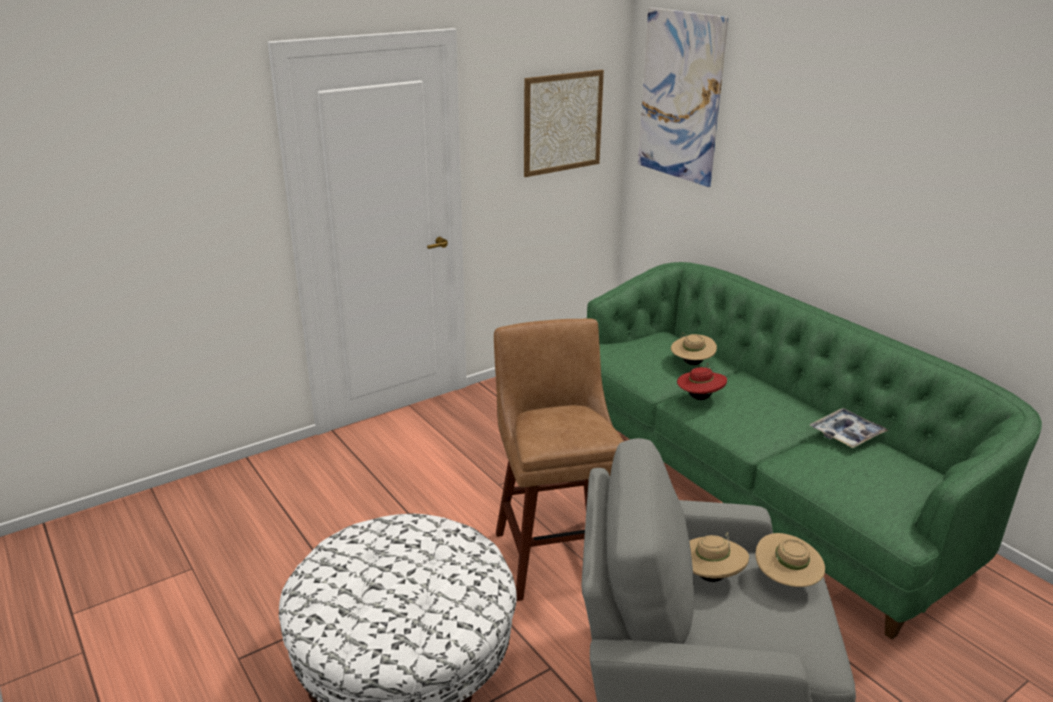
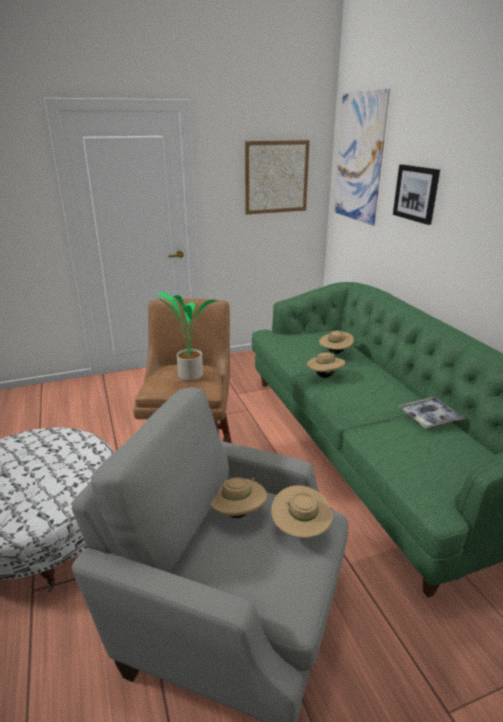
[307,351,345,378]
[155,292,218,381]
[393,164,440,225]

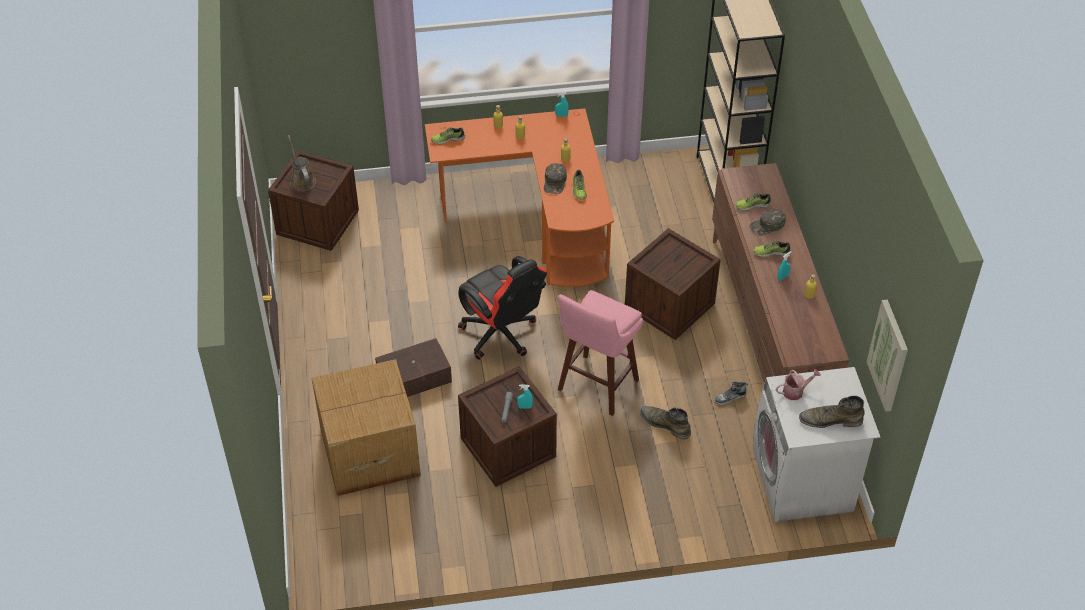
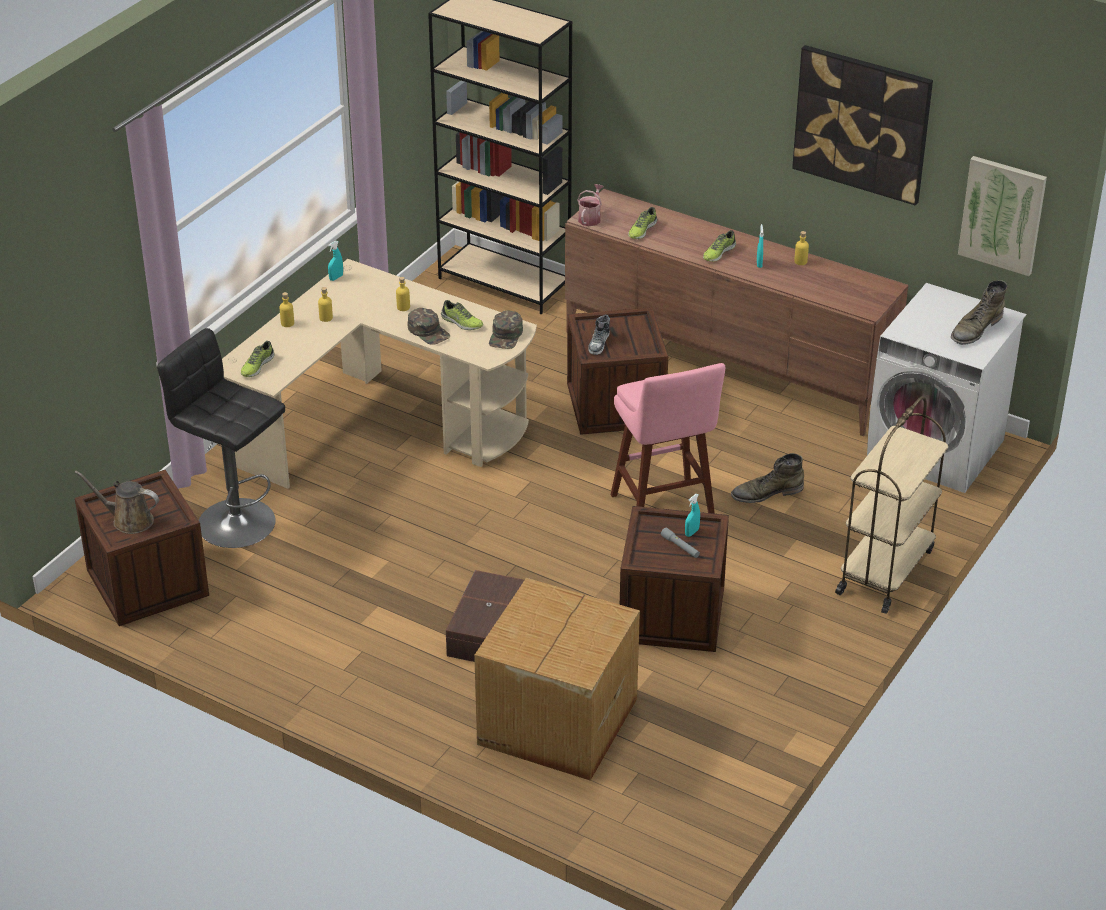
[222,259,537,489]
[458,256,547,360] (first image)
[588,315,610,355]
[489,311,523,349]
[577,184,604,226]
[157,328,285,548]
[792,45,933,205]
[835,396,949,614]

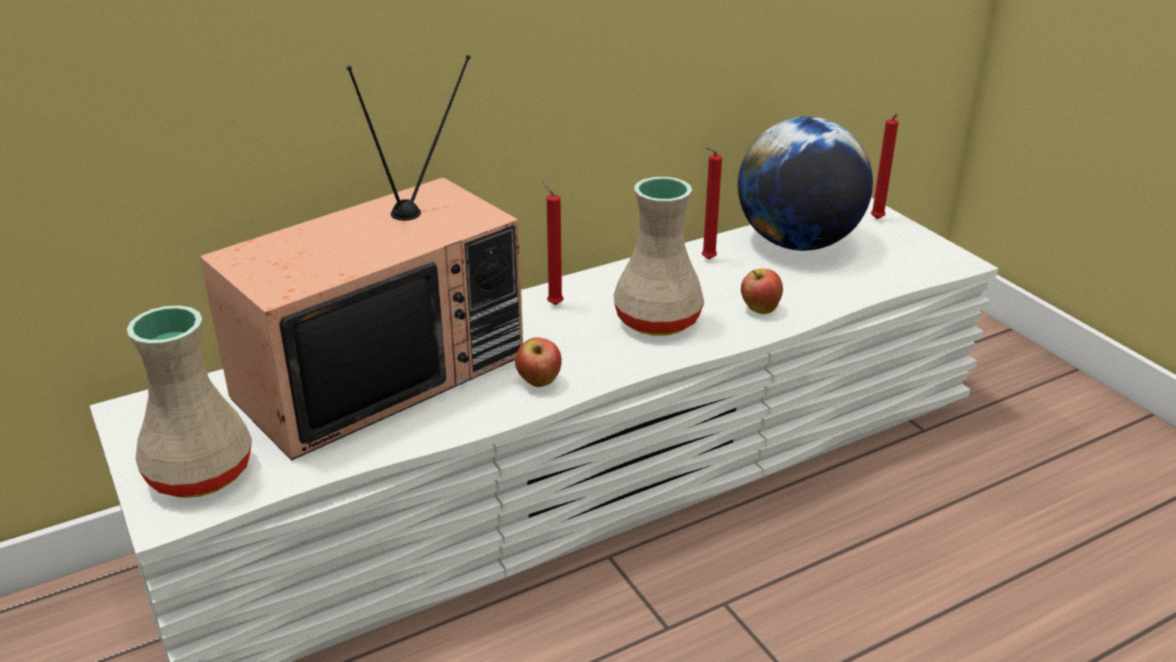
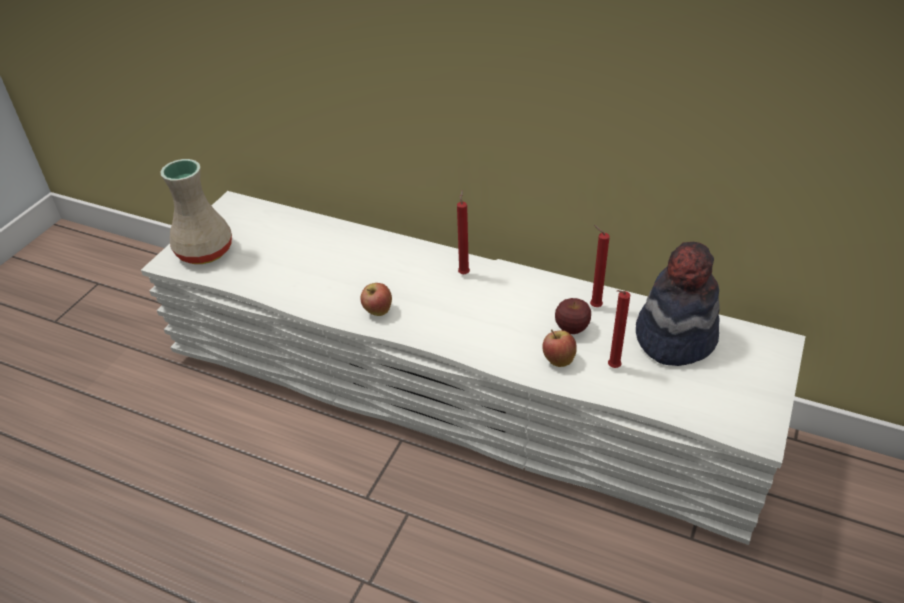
[200,55,523,460] (first image)
[614,177,704,336] (first image)
[636,242,720,366]
[608,290,630,368]
[555,298,591,334]

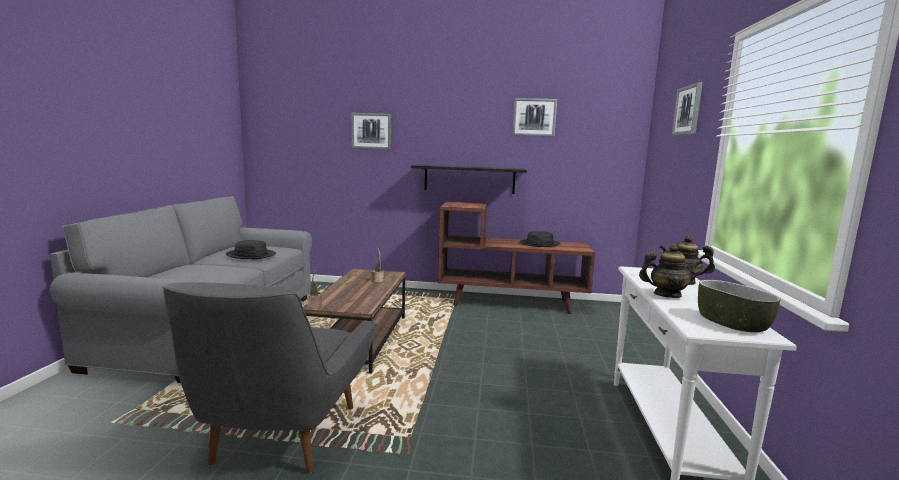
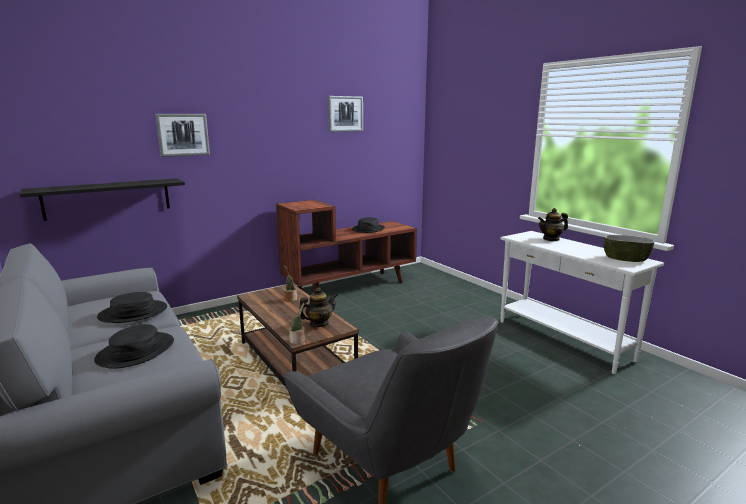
[19,178,185,221]
[298,287,338,327]
[672,82,703,136] (first image)
[94,324,174,369]

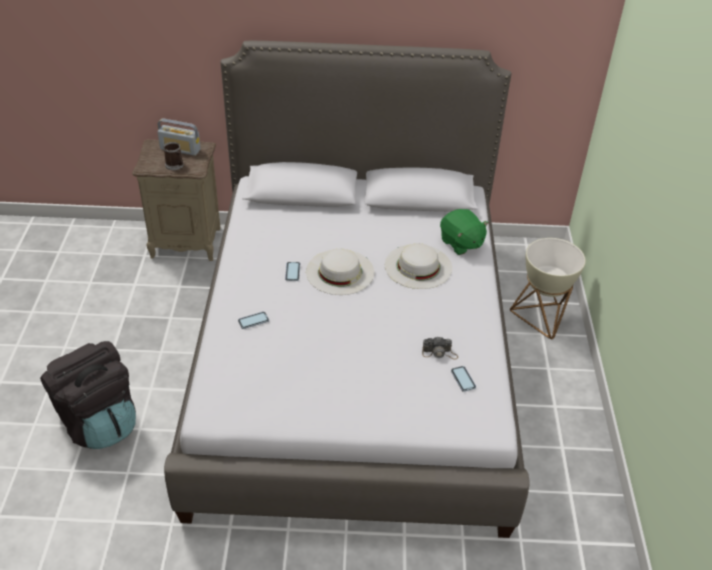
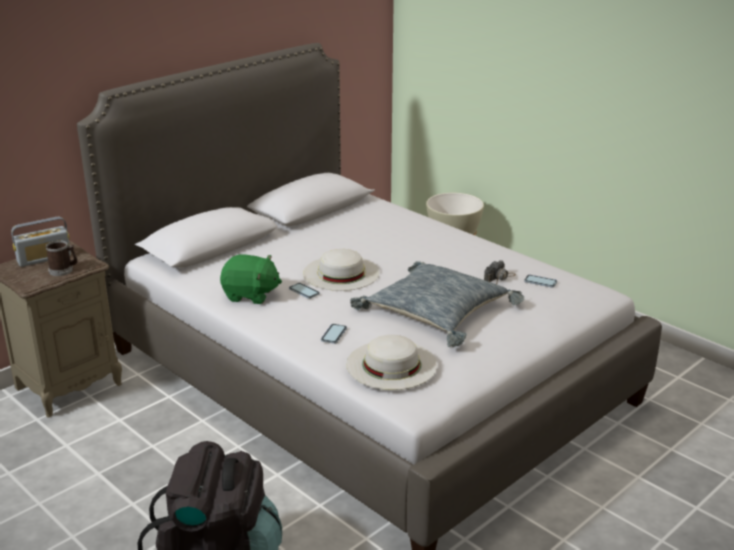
[346,335,437,390]
[220,255,282,304]
[350,261,524,348]

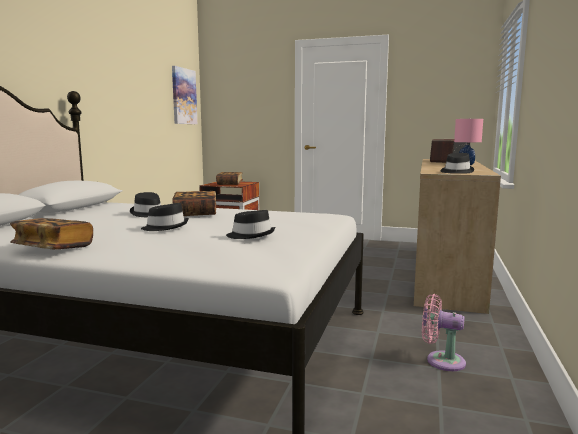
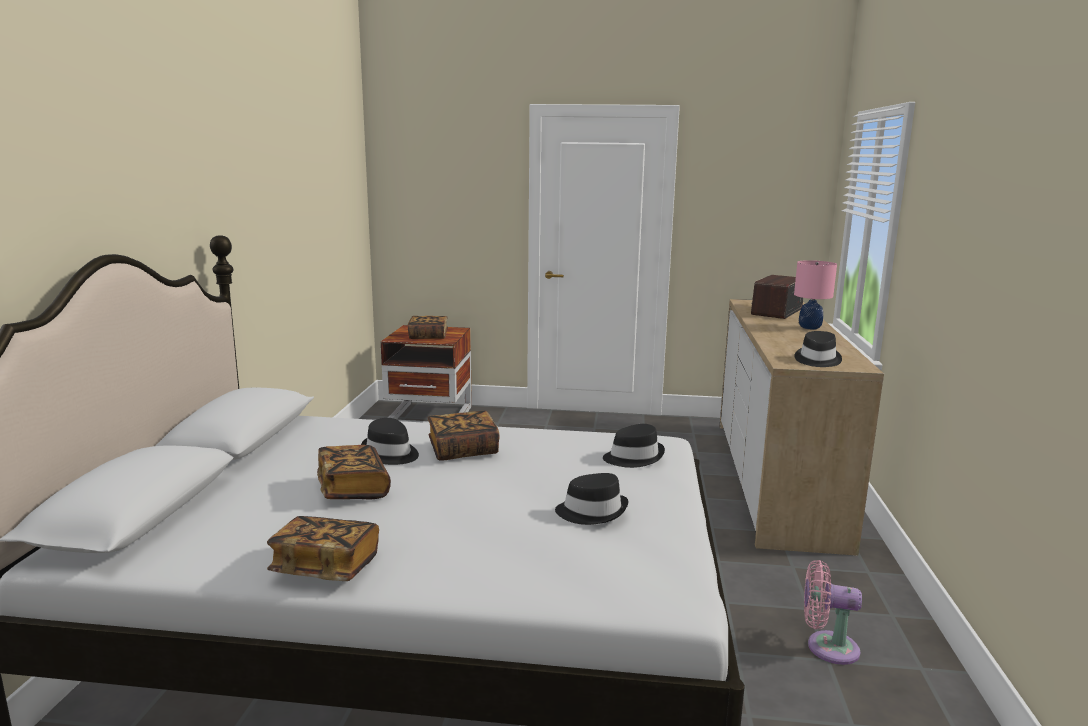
[603,424,665,468]
[172,66,197,124] (first image)
[317,445,391,500]

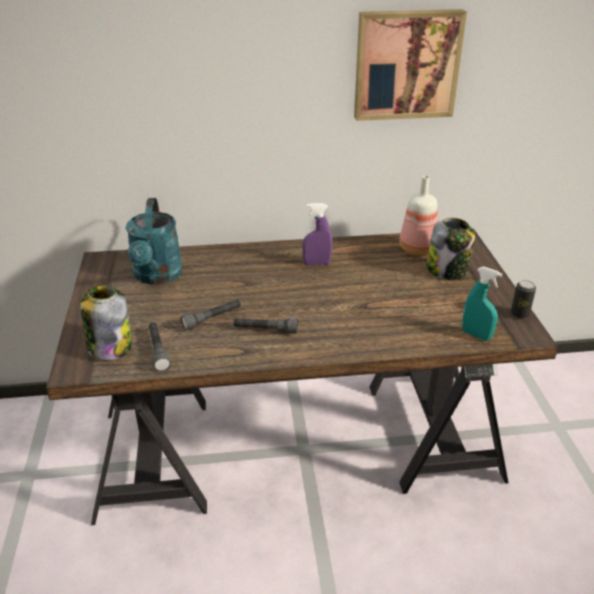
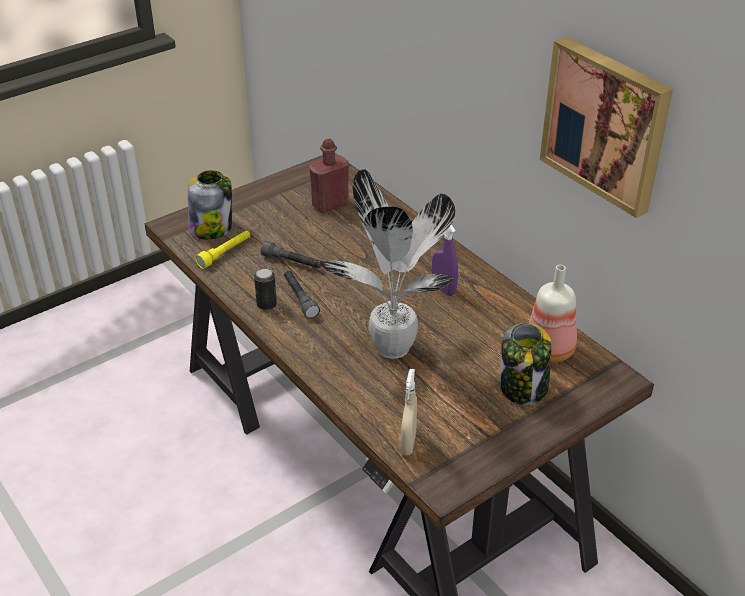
[309,139,349,213]
[195,231,250,269]
[400,369,417,456]
[254,268,277,310]
[319,169,455,359]

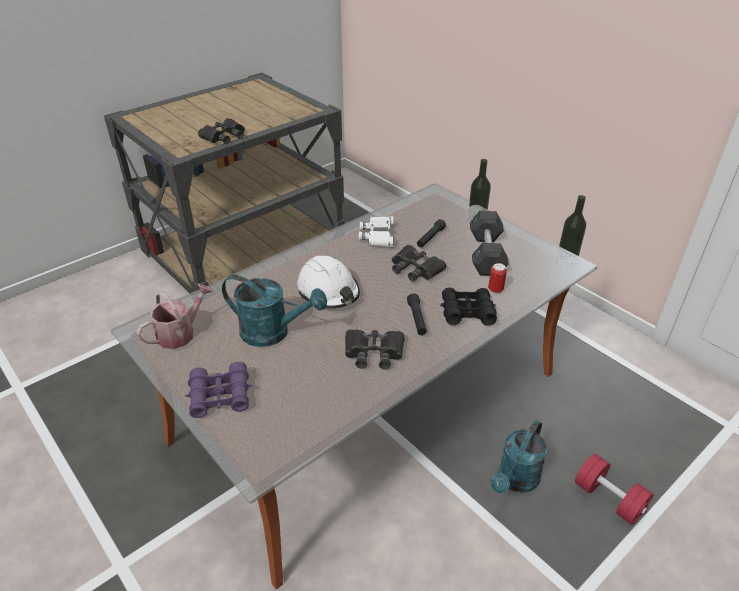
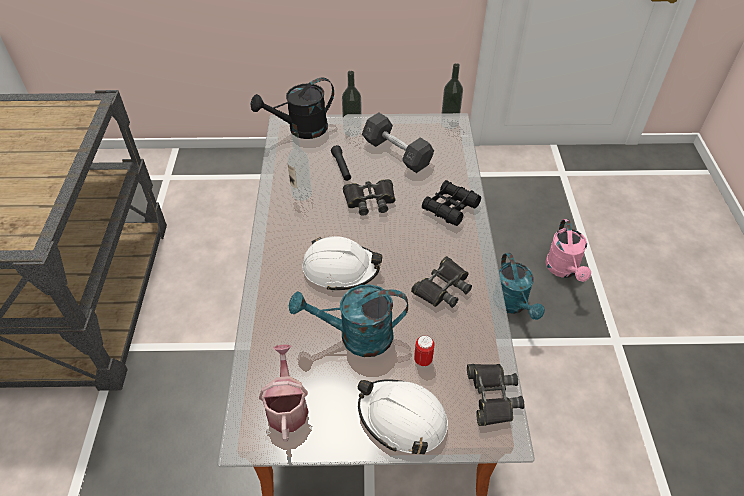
[358,379,448,455]
[467,364,524,426]
[289,284,408,357]
[287,132,312,201]
[407,294,427,335] (first image)
[414,335,434,367]
[545,219,591,282]
[251,78,334,139]

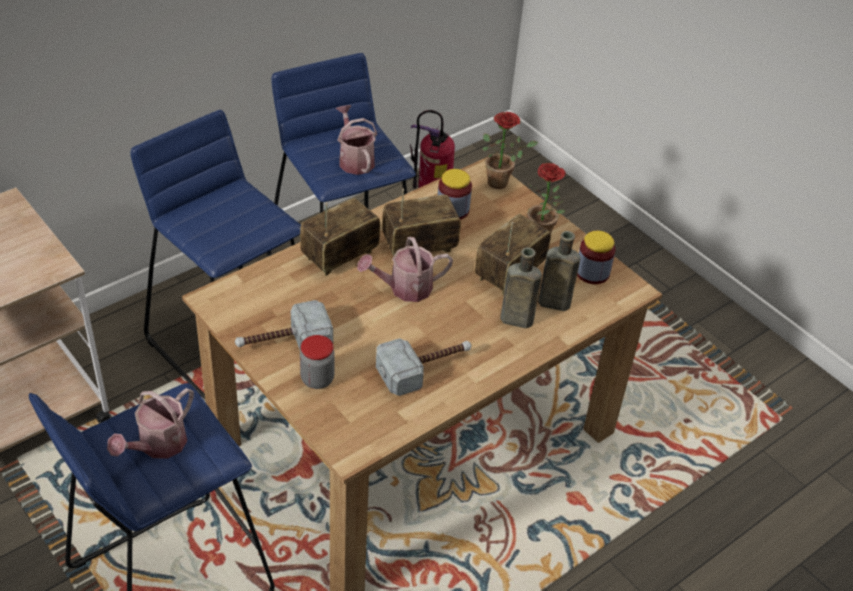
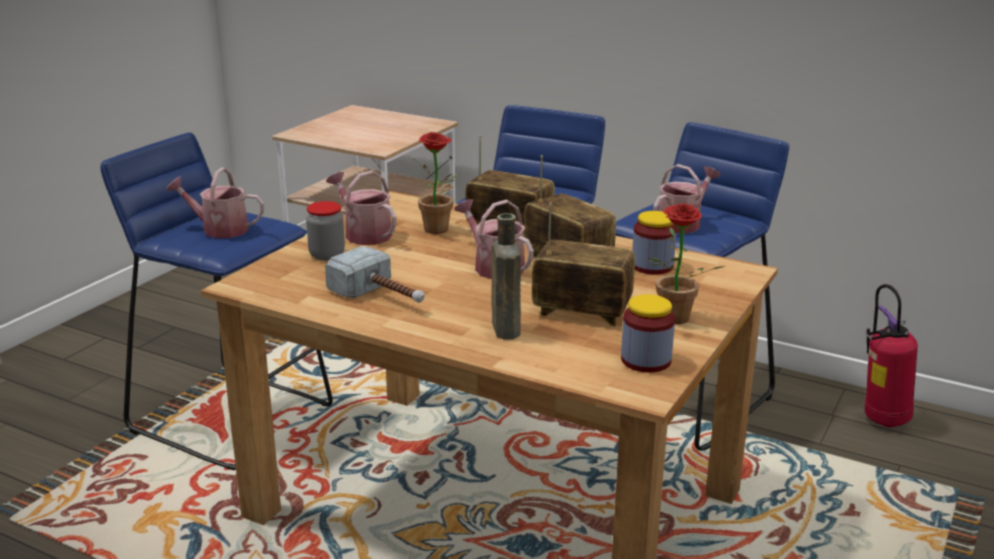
[326,170,396,245]
[414,132,458,234]
[538,231,581,311] (first image)

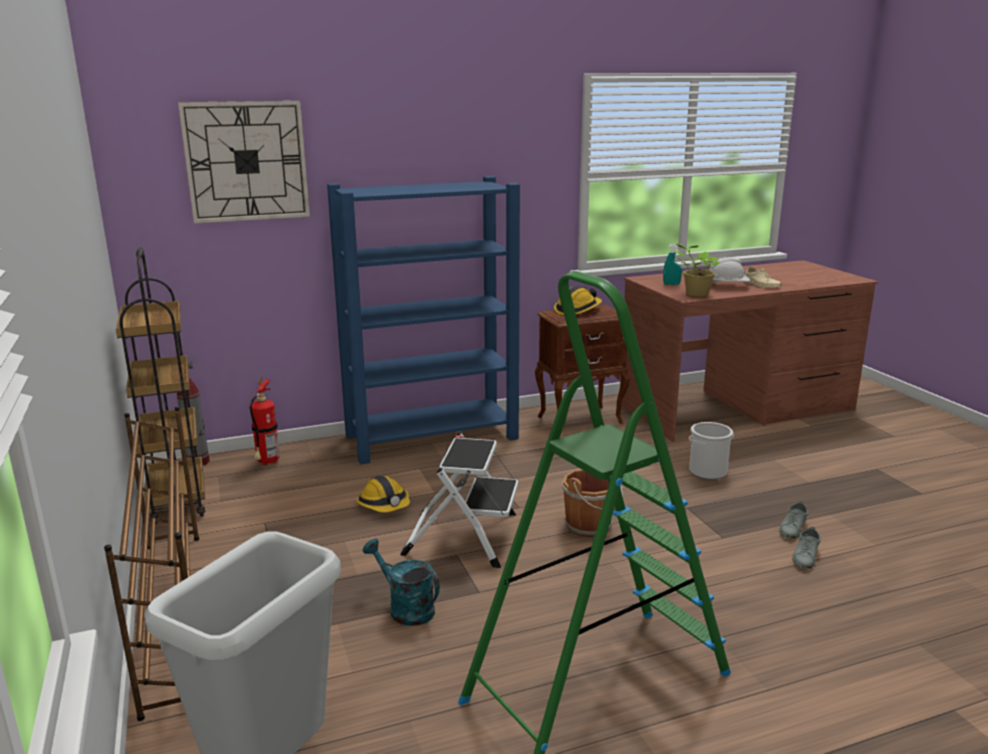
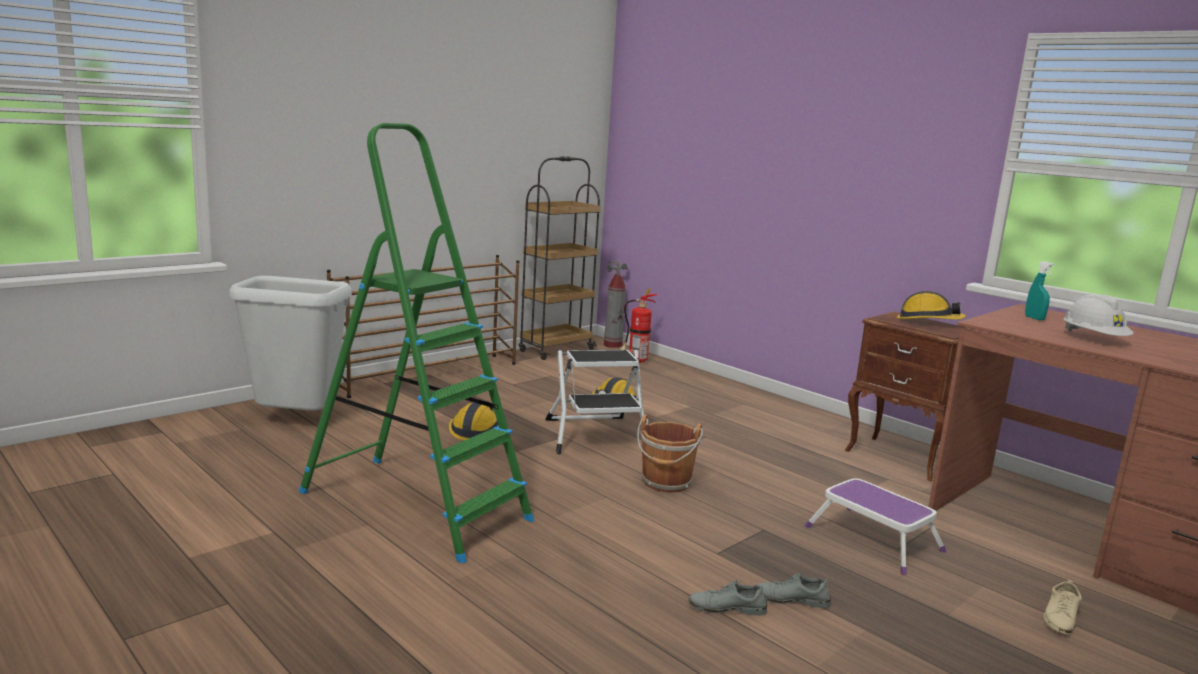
[178,101,310,223] (first image)
[327,176,520,464] (first image)
[449,401,498,440]
[675,243,720,297] (first image)
[804,478,946,575]
[1043,580,1082,634]

